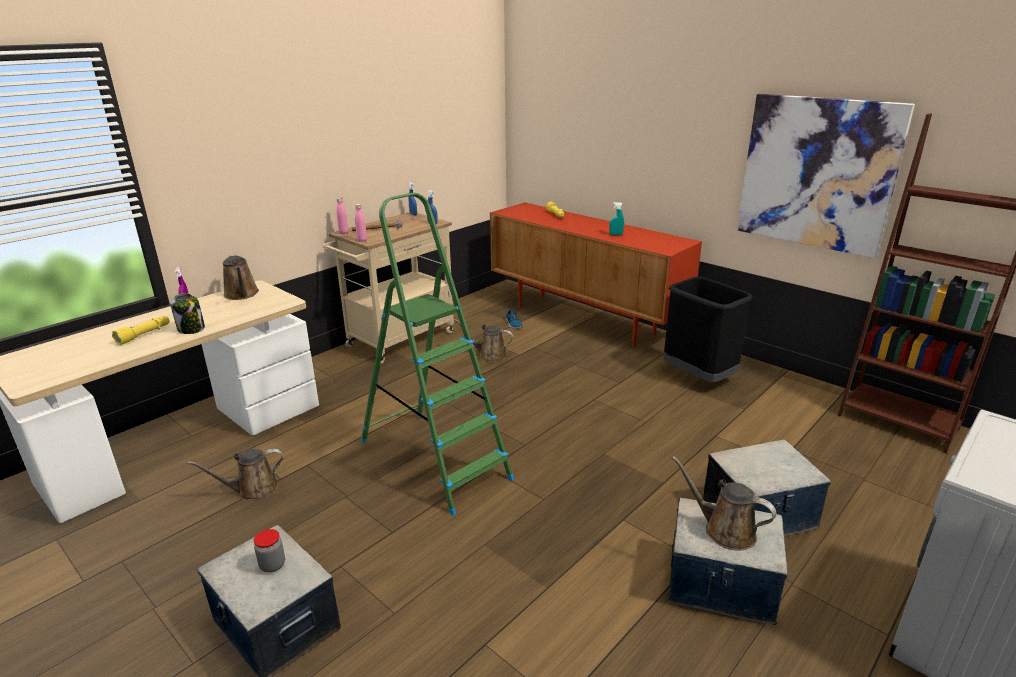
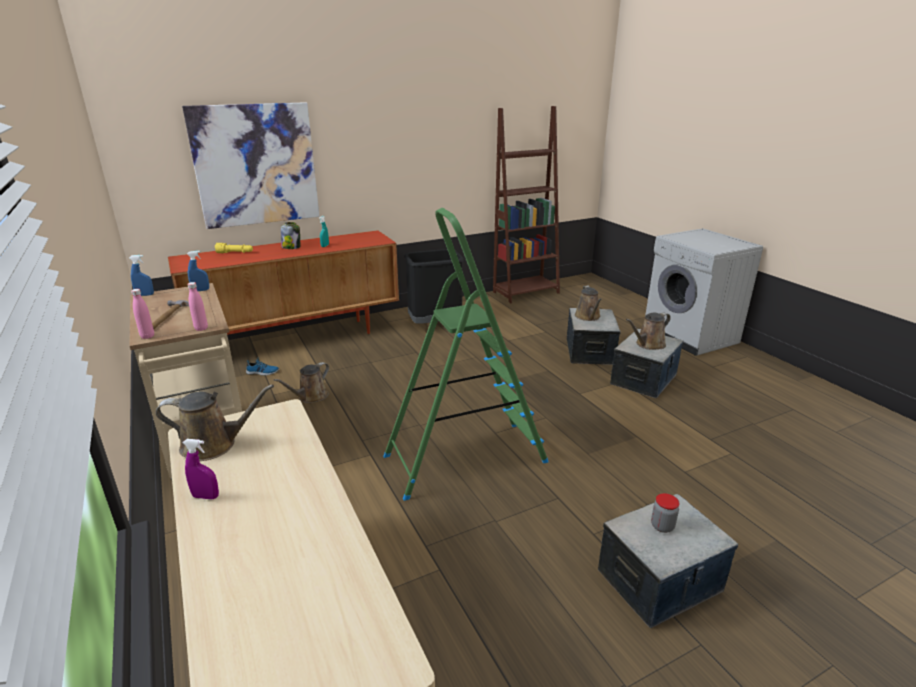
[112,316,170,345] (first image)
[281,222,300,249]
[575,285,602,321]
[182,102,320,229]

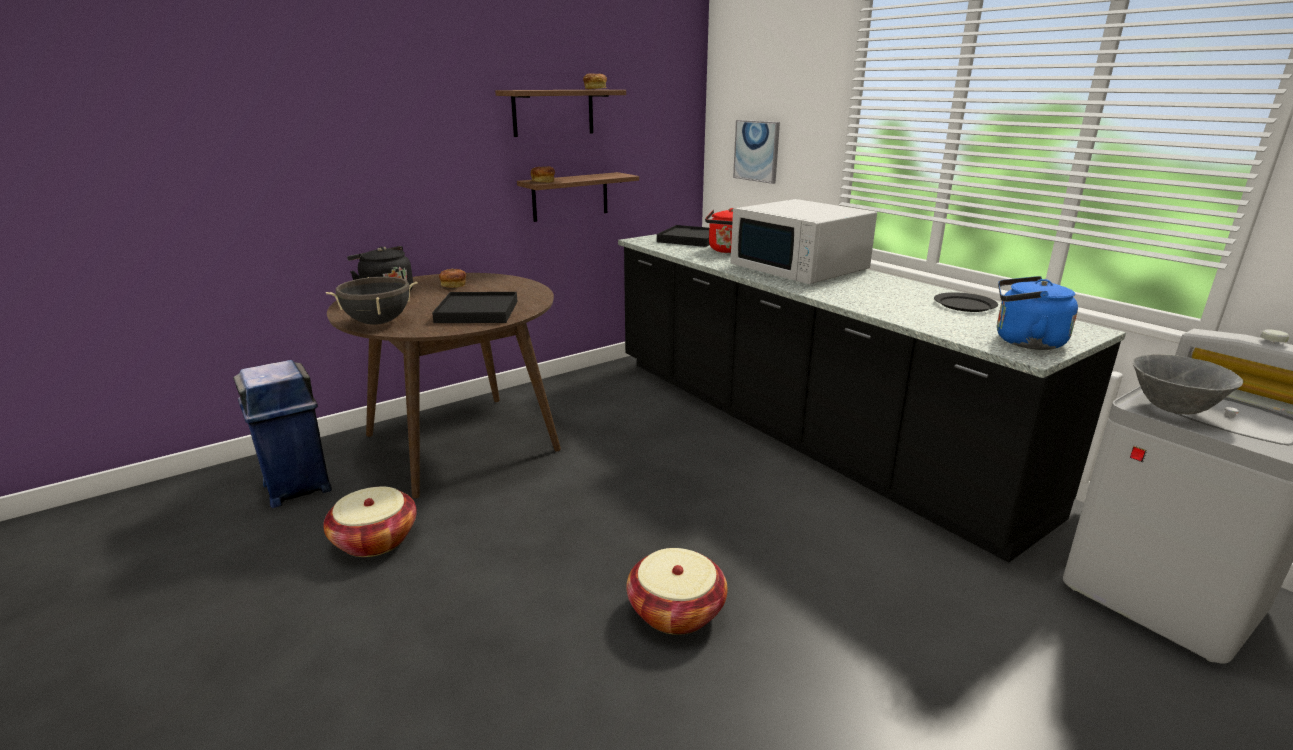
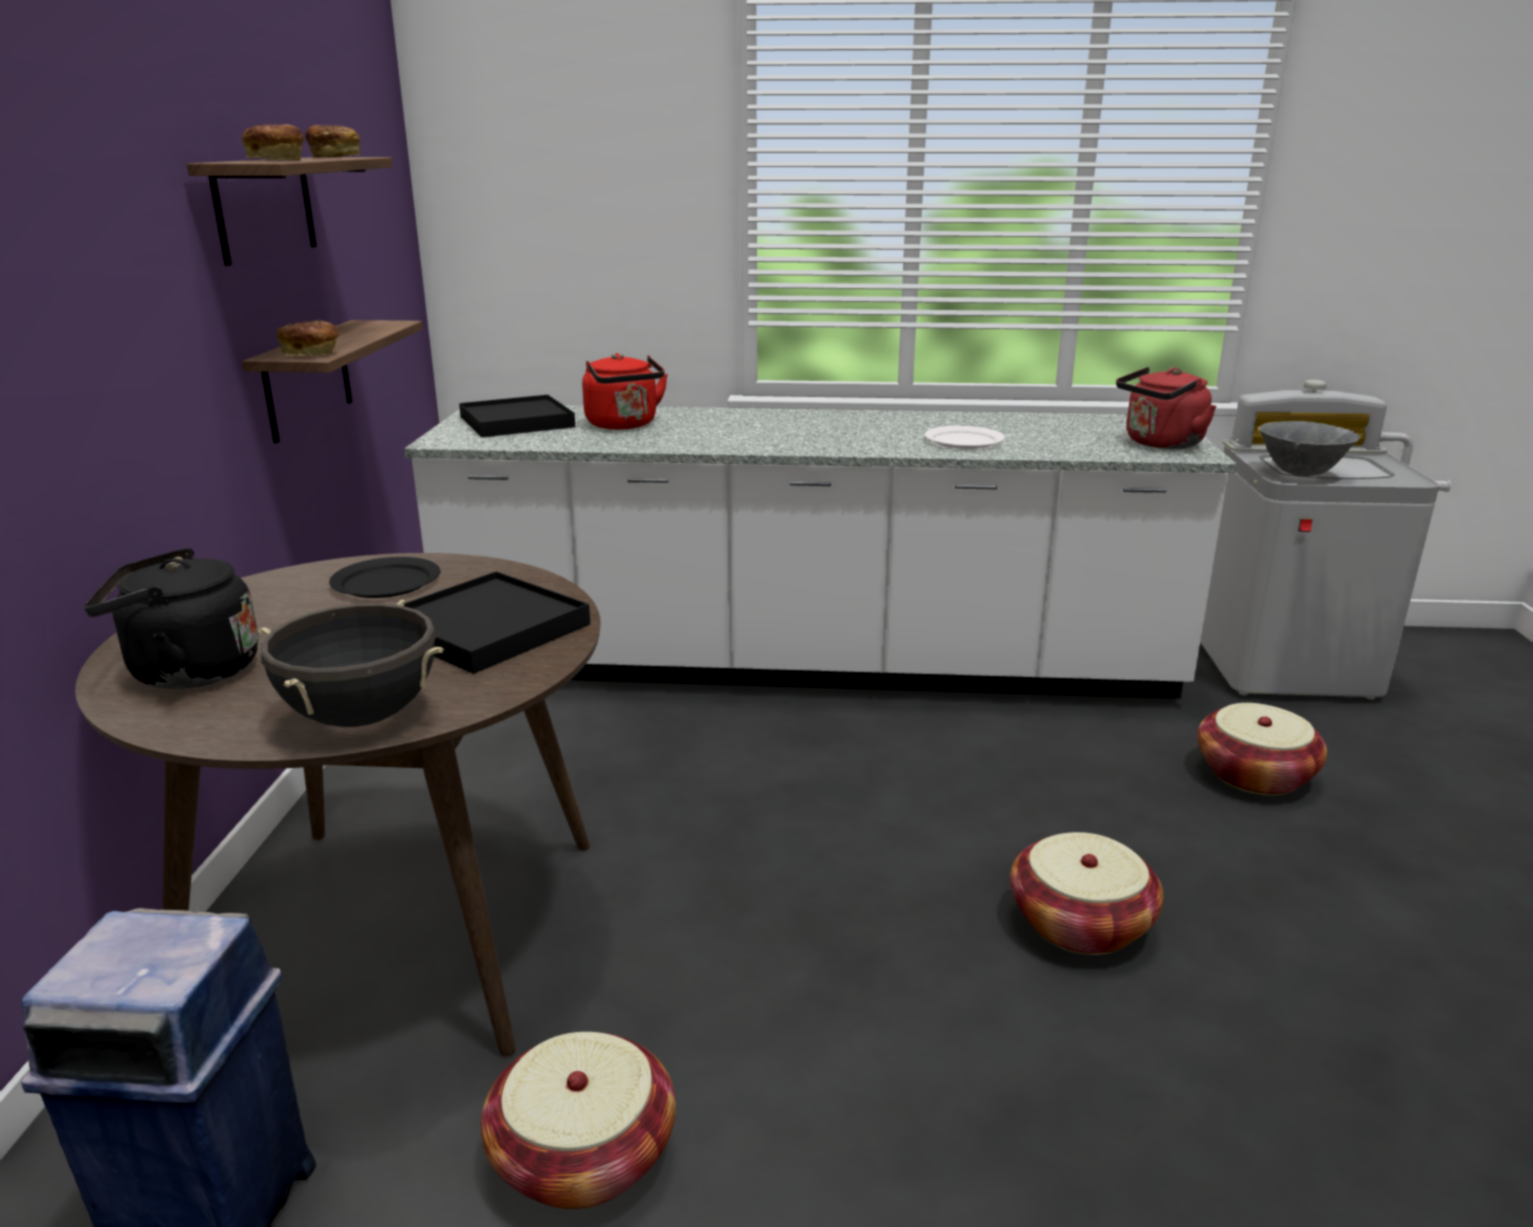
[242,124,304,160]
[404,405,1236,699]
[731,199,877,284] (first image)
[733,120,780,184] (first image)
[329,557,440,598]
[1116,367,1217,449]
[924,426,1005,449]
[1197,703,1327,795]

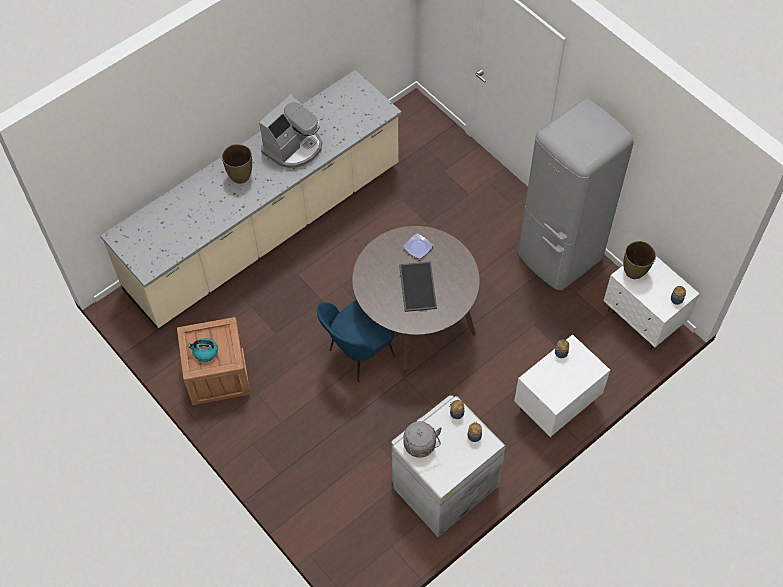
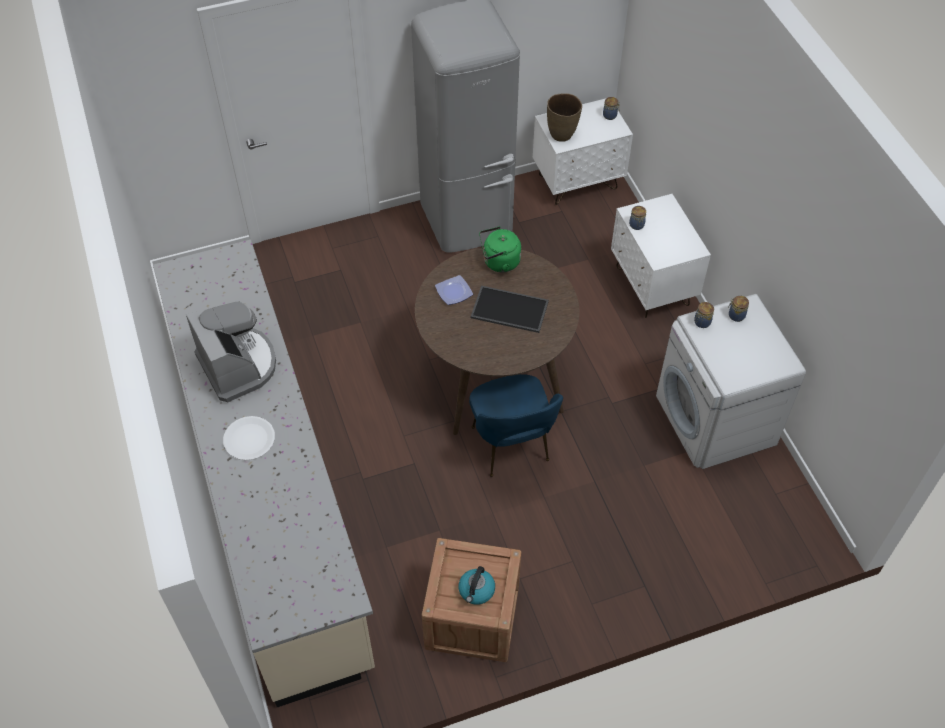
[223,416,275,460]
[403,421,442,458] (first image)
[479,226,521,272]

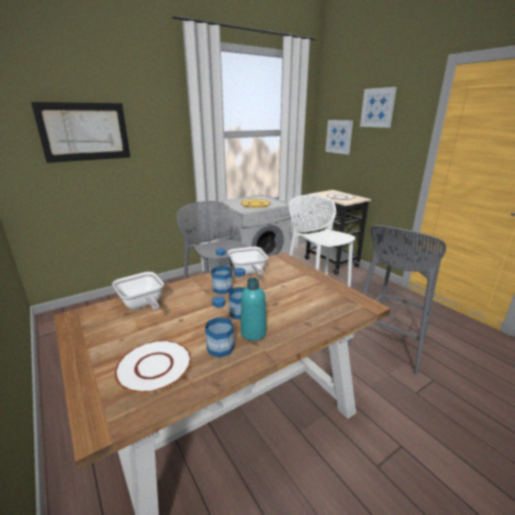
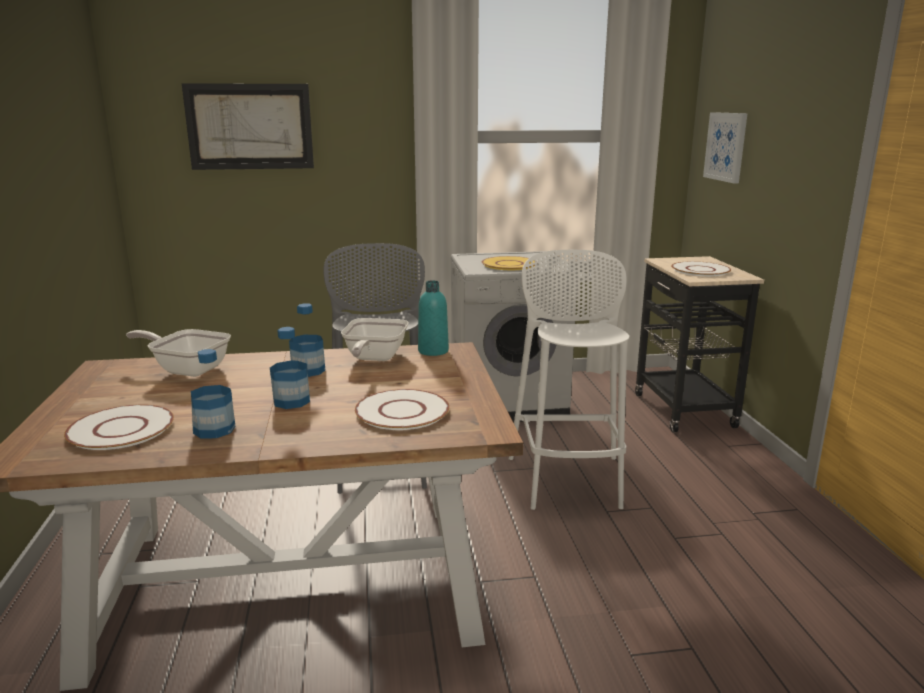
[126,329,231,377]
[418,280,449,356]
[348,225,446,375] (first image)
[360,87,397,128] (first image)
[355,389,449,430]

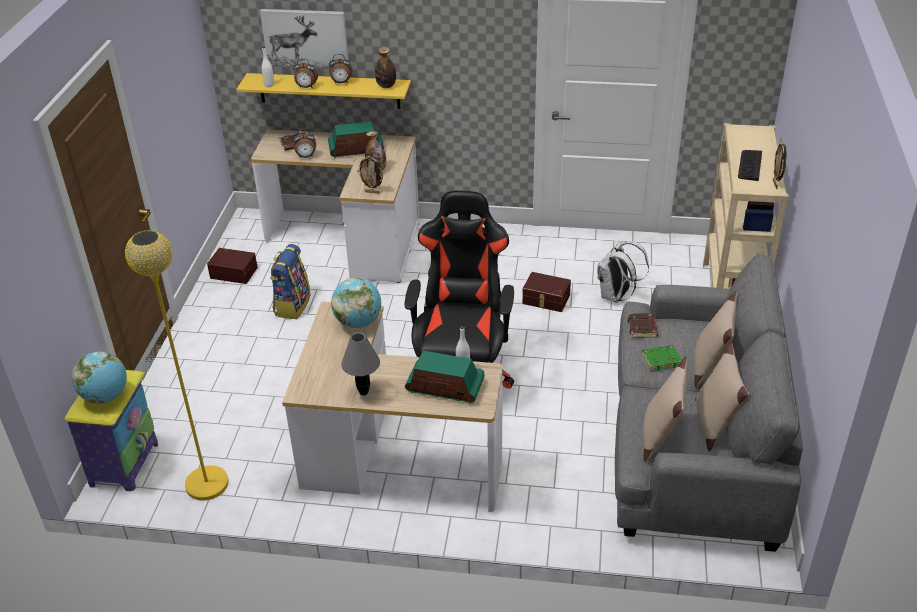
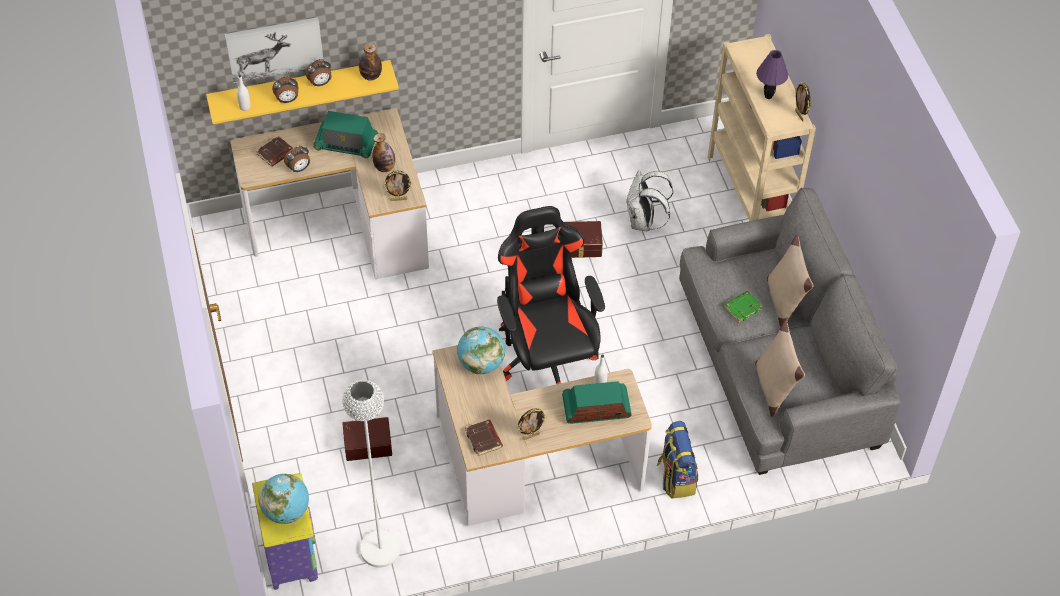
[342,380,401,568]
[342,417,392,461]
[657,421,698,499]
[313,111,378,158]
[517,408,547,440]
[465,419,503,456]
[695,342,749,452] (first image)
[756,50,788,99]

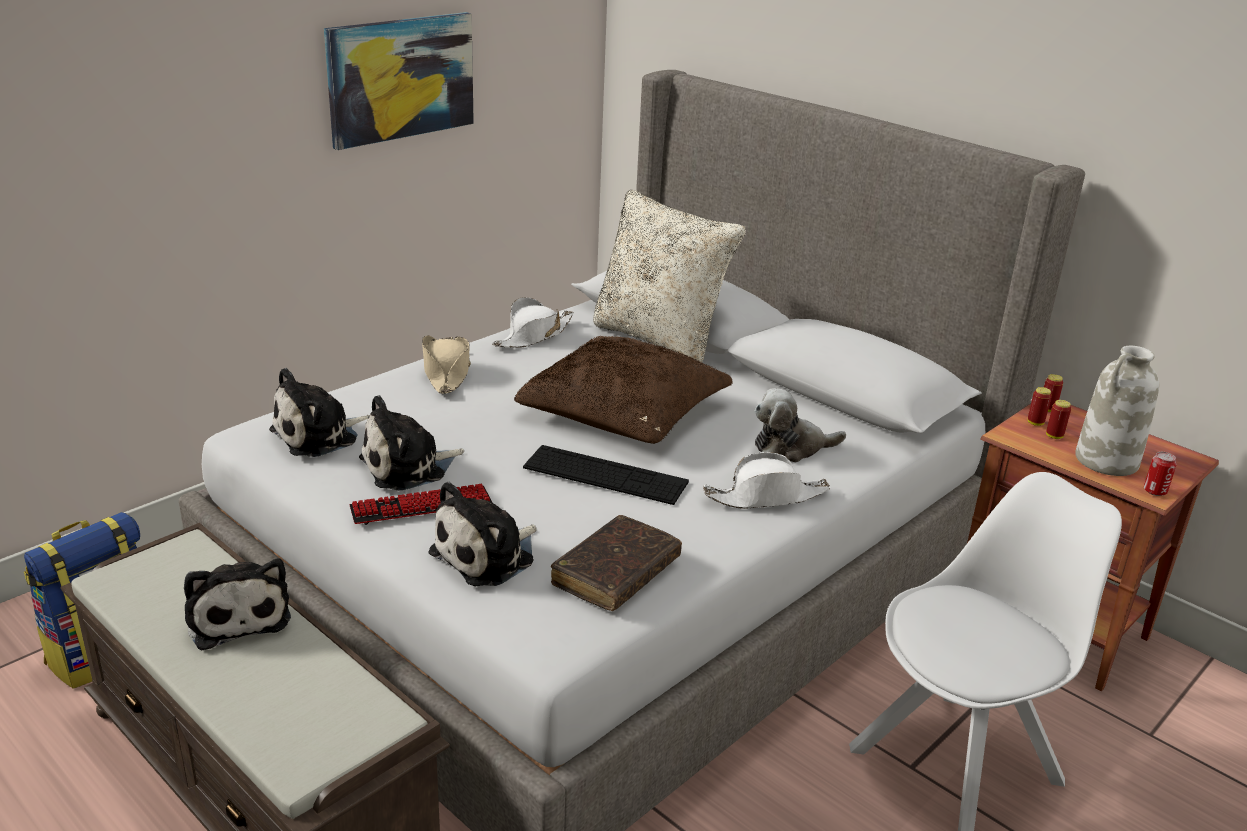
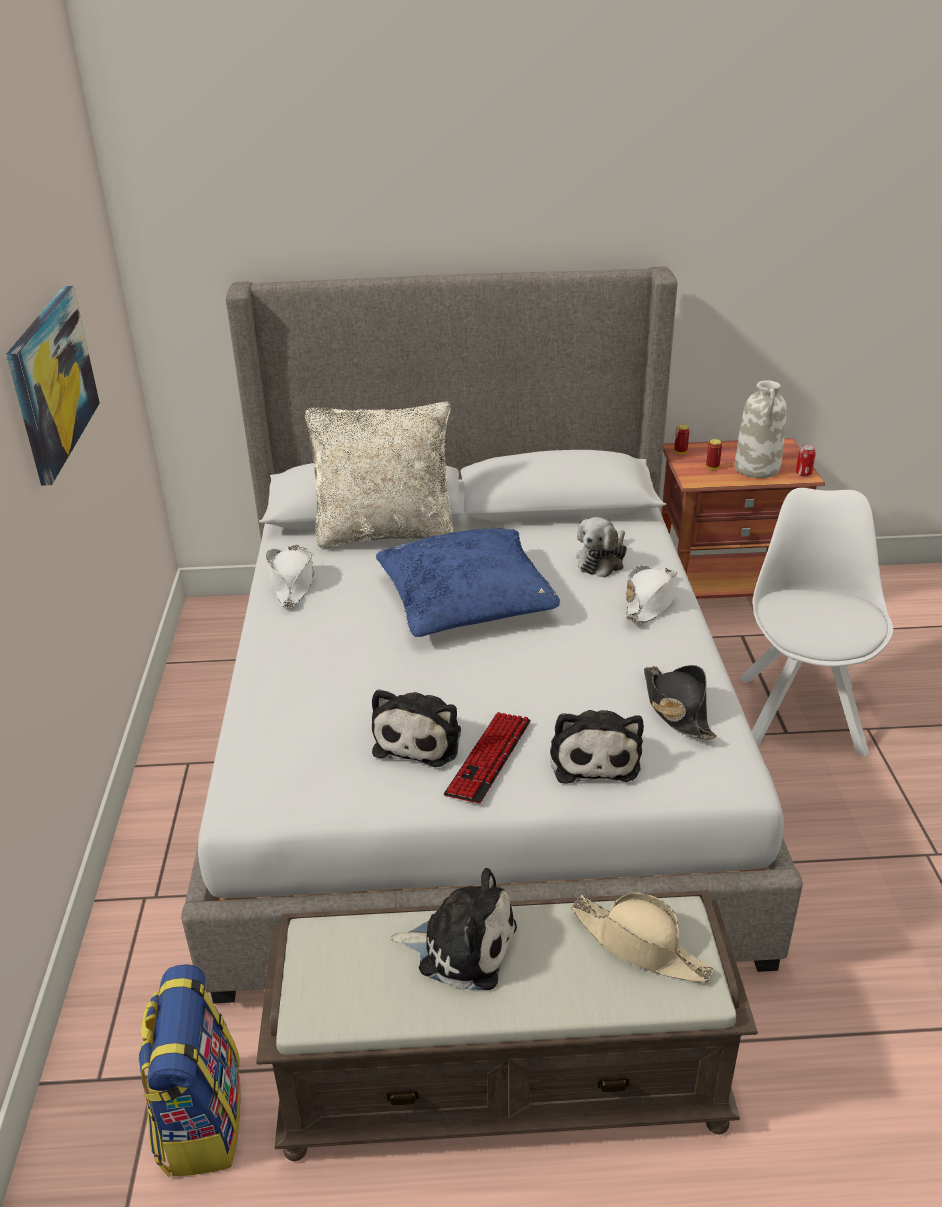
[269,368,369,457] (first image)
[571,892,713,982]
[376,528,561,637]
[523,445,689,505] (first image)
[644,665,717,739]
[1028,387,1052,426] (first image)

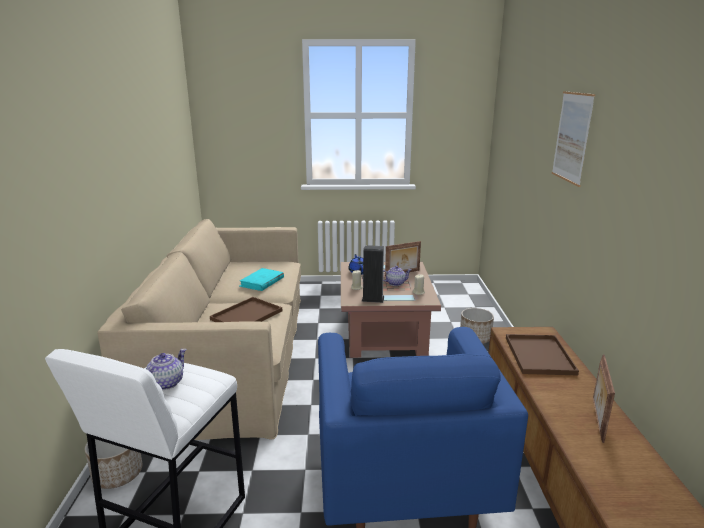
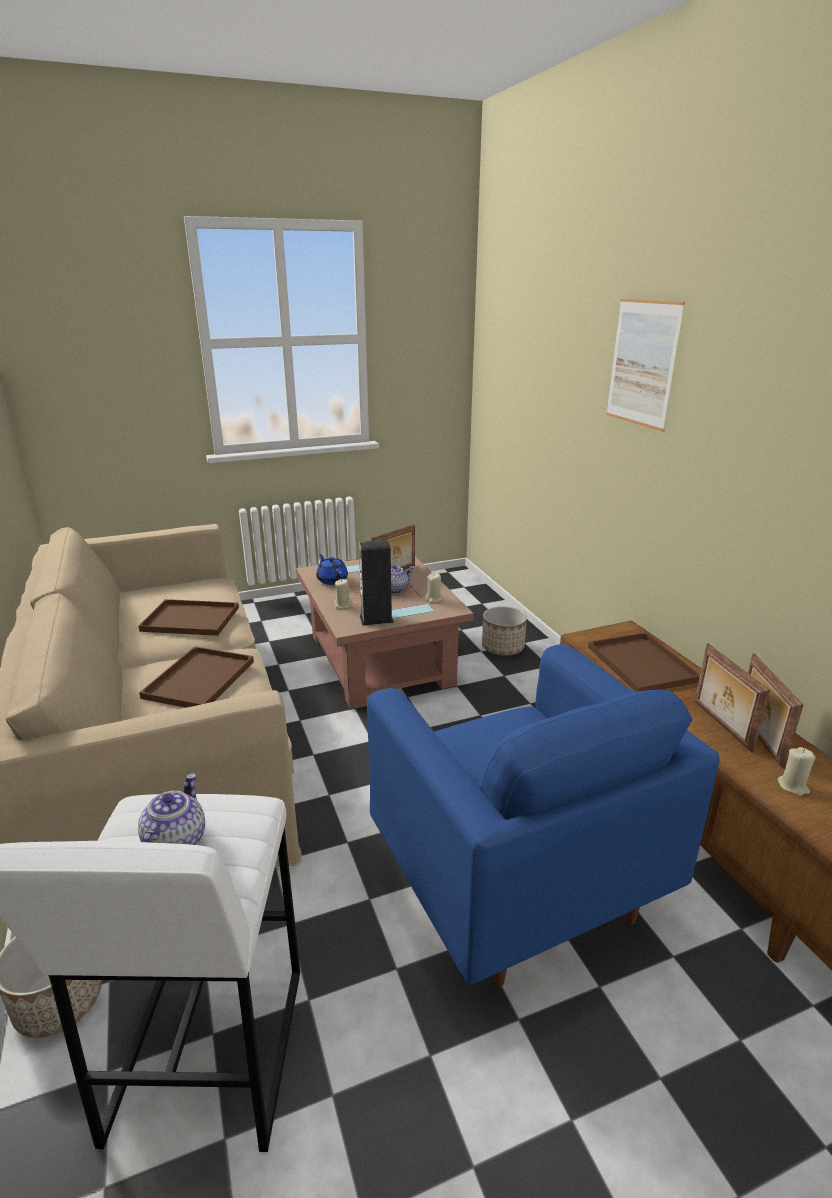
[138,599,239,636]
[694,643,770,753]
[778,747,815,796]

